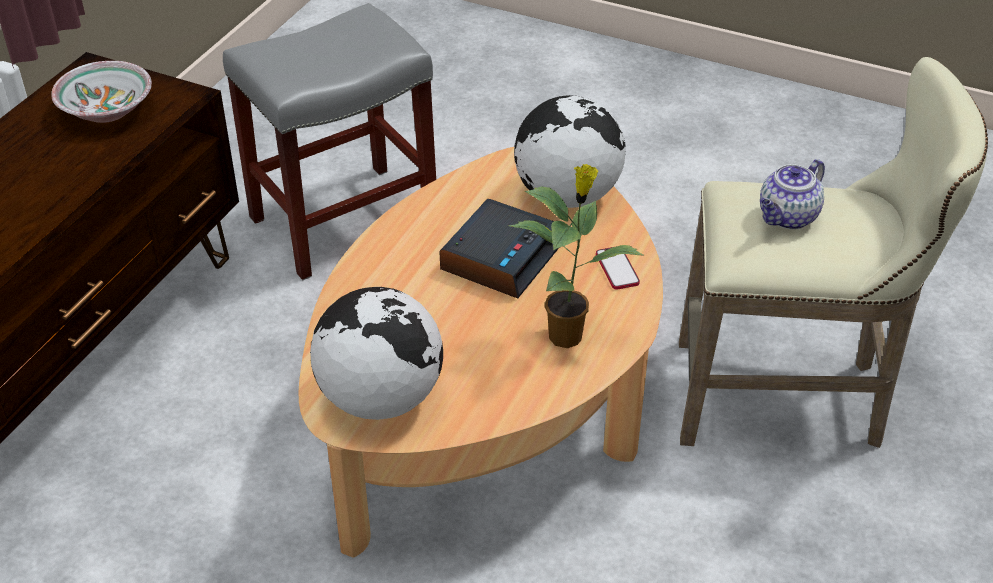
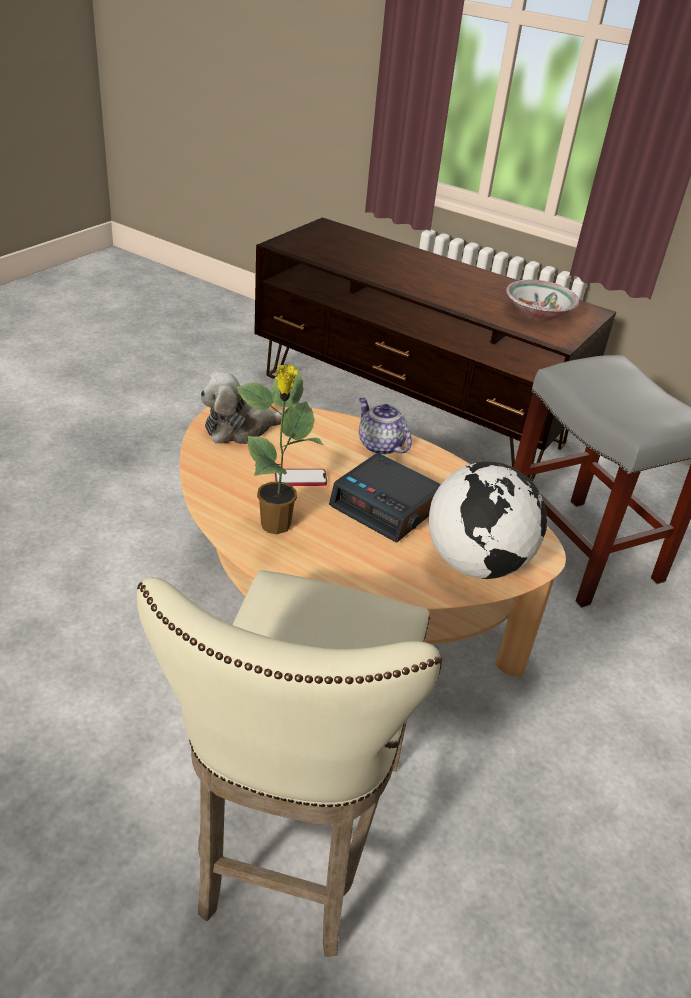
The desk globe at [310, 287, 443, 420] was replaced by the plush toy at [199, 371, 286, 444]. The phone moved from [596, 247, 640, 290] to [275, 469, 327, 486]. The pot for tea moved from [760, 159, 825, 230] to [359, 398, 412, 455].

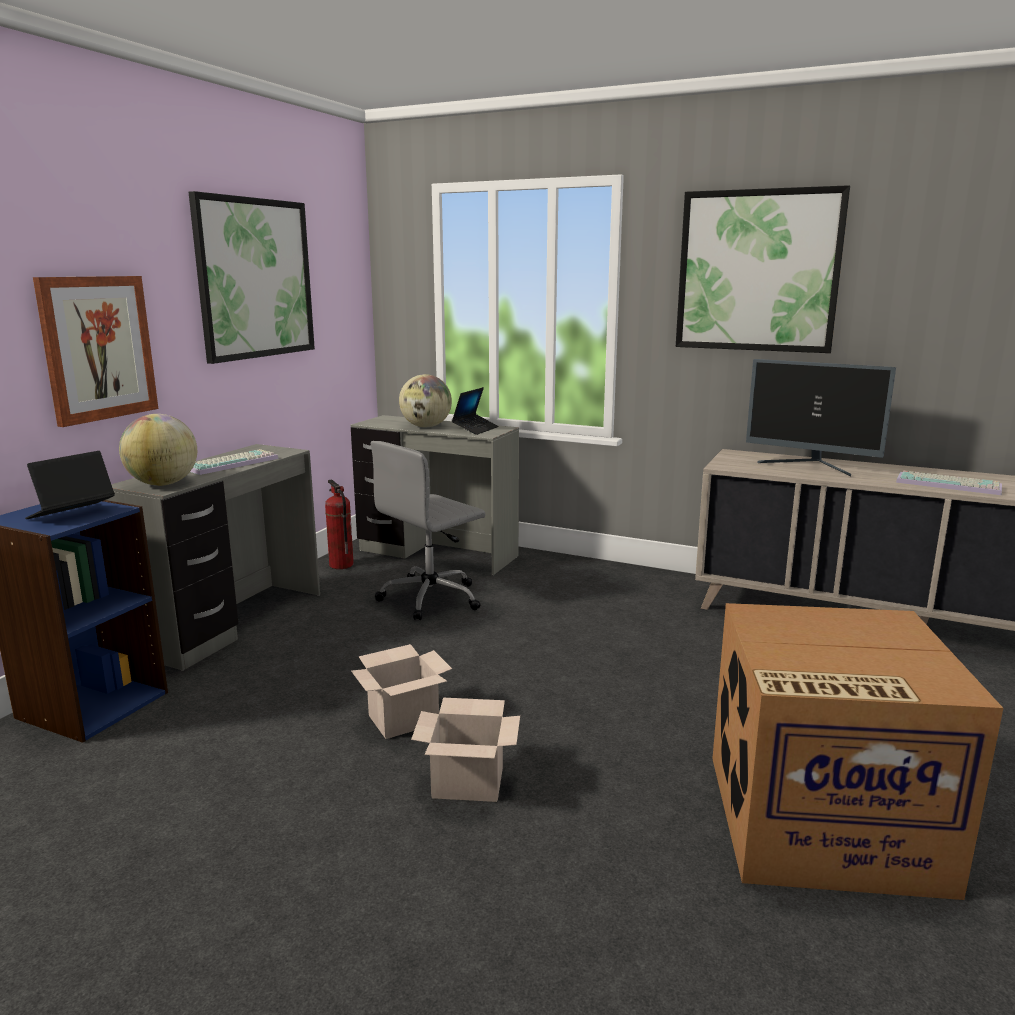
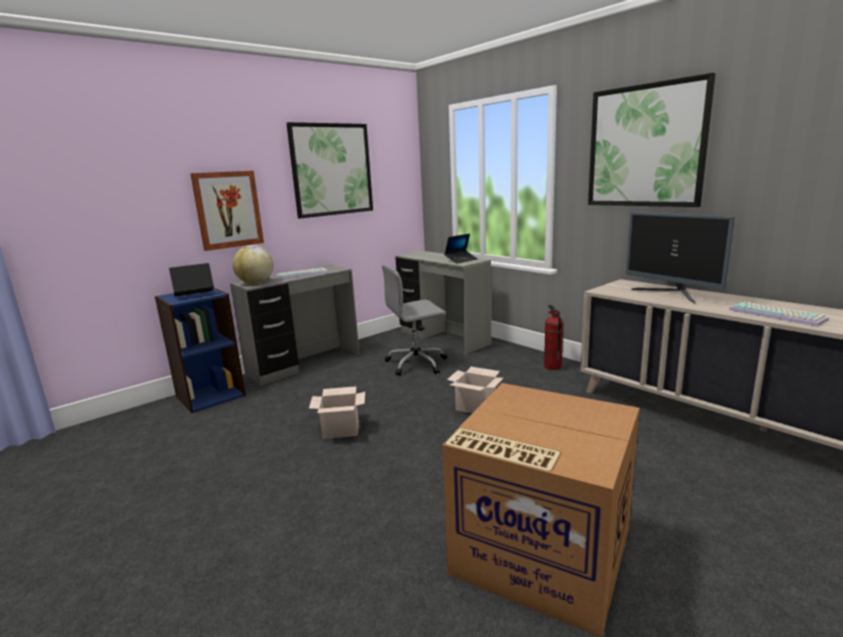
The fire-fighting cylinder moved from [325, 480, 354, 569] to [544, 305, 564, 370]. The desk globe at [399, 374, 452, 427] disappeared. The carton moved from [411, 698, 520, 802] to [447, 367, 503, 413].

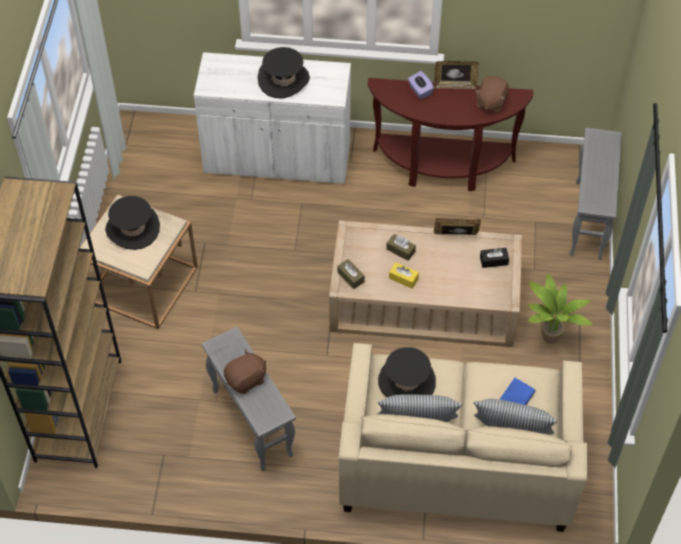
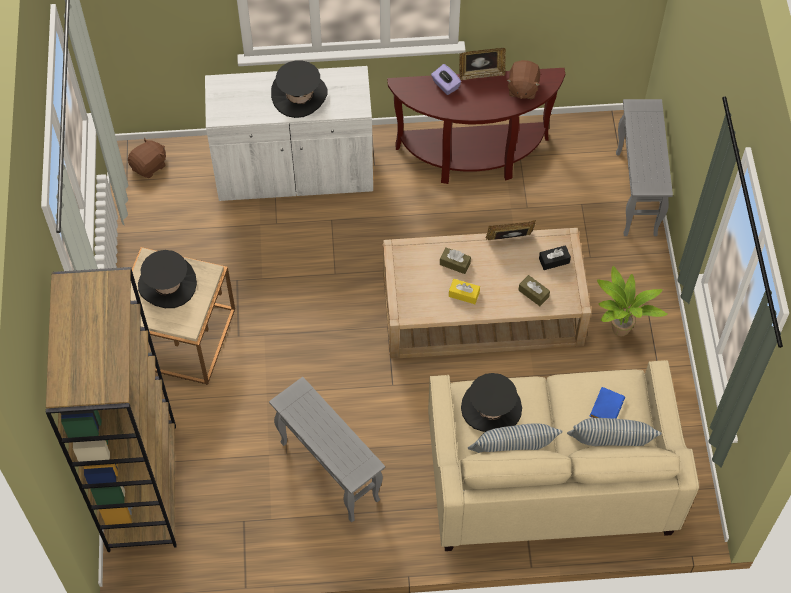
The plush toy/brown-coloured moved from [224, 349, 266, 394] to [128, 137, 166, 178]. The tissue box/brown-coloured moved from [337, 259, 365, 289] to [518, 275, 550, 306].

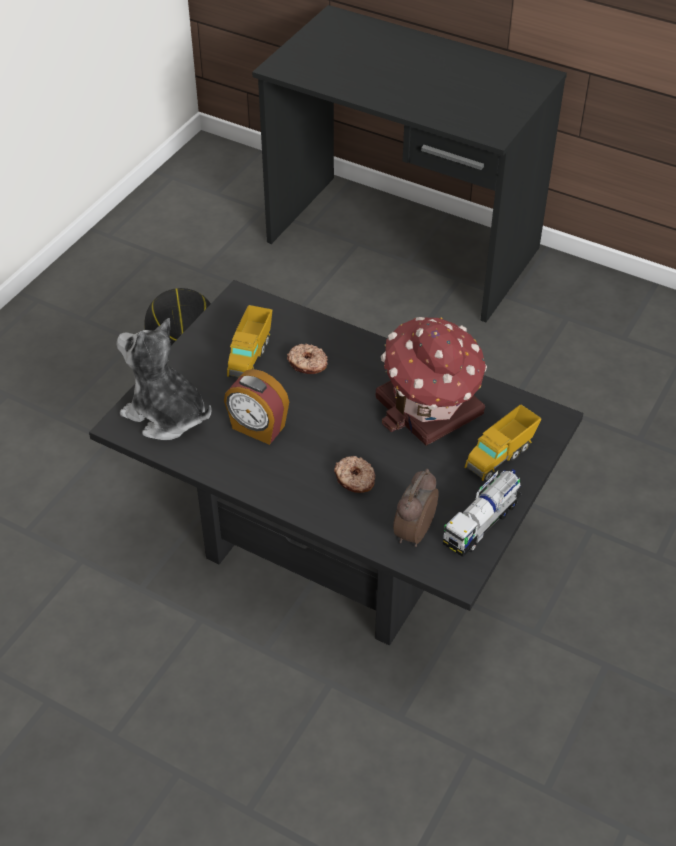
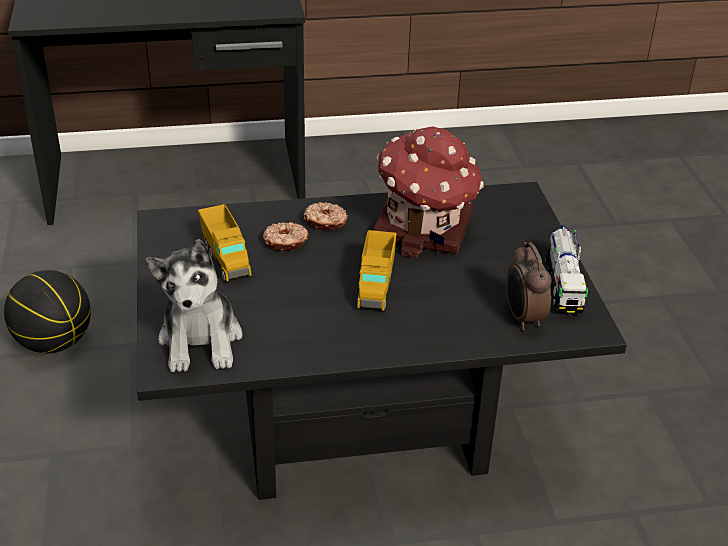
The plush toy at [116, 318, 212, 440] turned 90 degrees counterclockwise. The alarm clock at [224, 369, 289, 445] disappeared. The doughnut moved from [334, 456, 375, 493] to [304, 202, 348, 230]. The model truck moved from [464, 404, 542, 482] to [357, 230, 397, 312].

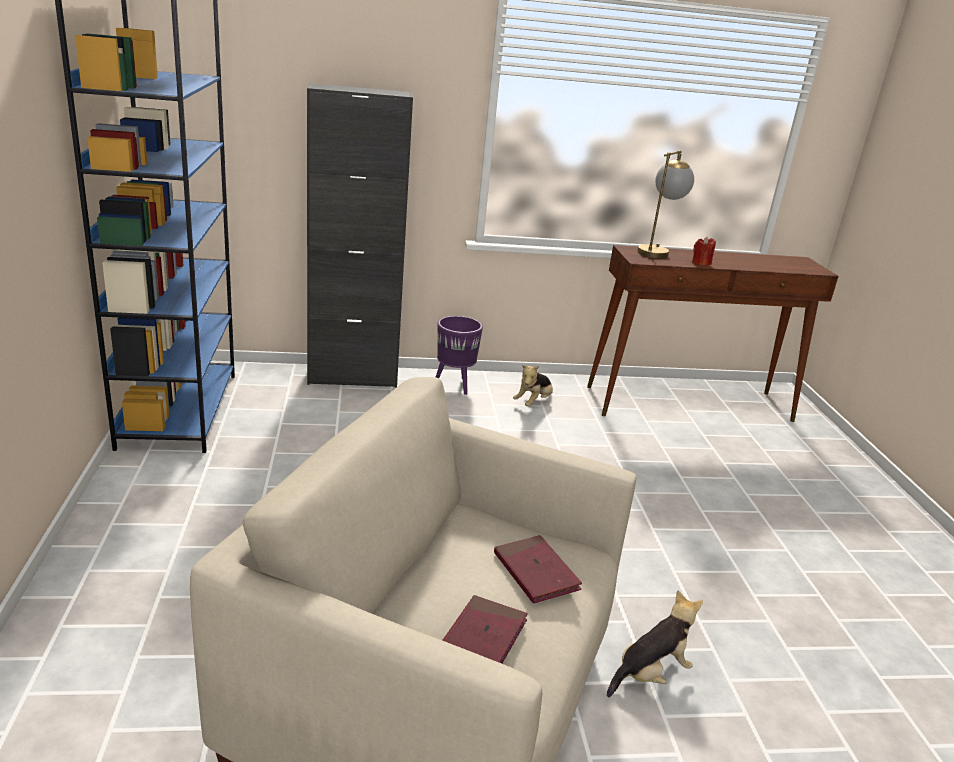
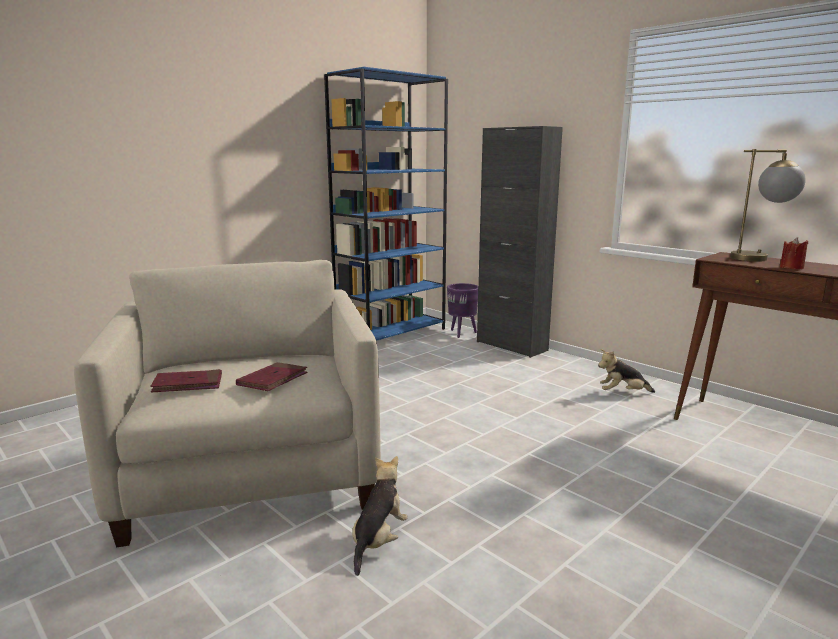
The plant pot/purple-coloured moved from [436, 316, 483, 395] to [447, 283, 478, 338]. The plush toy at [607, 590, 703, 697] turned 90 degrees counterclockwise.

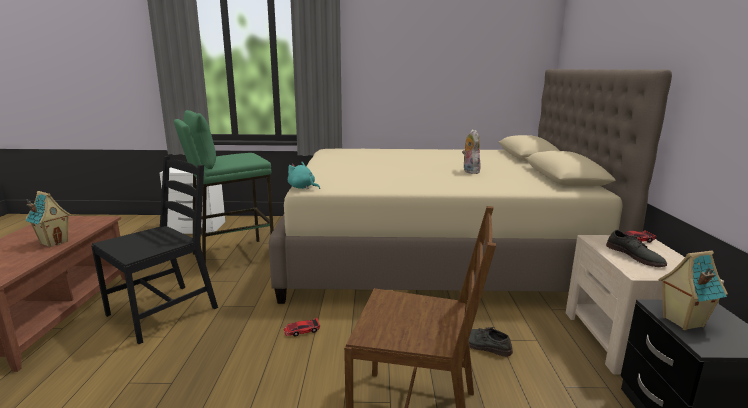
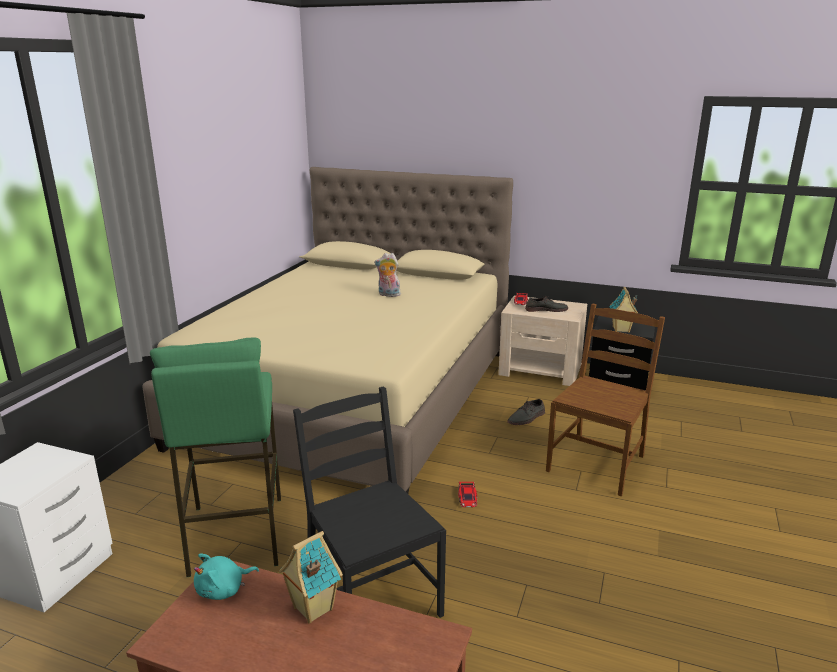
The plush toy/blue-green moved from [288, 162, 320, 189] to [194, 554, 259, 600].

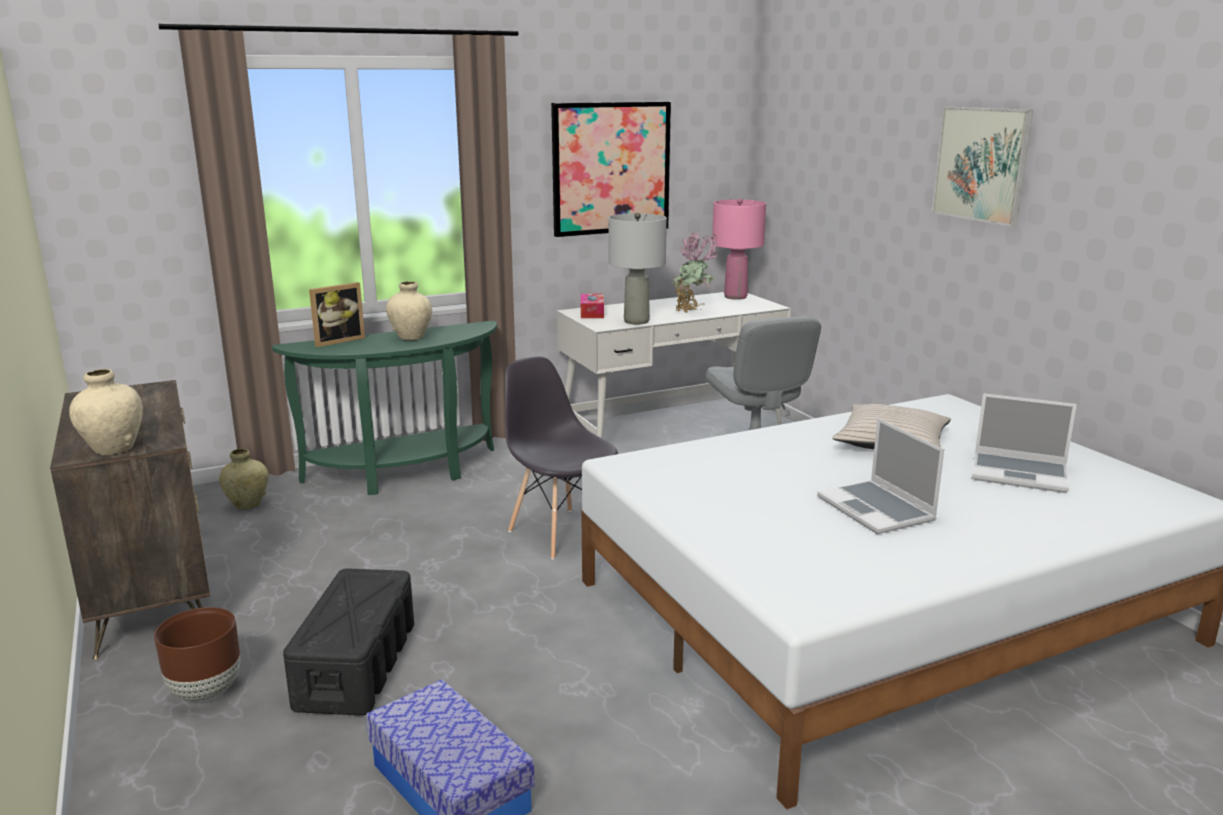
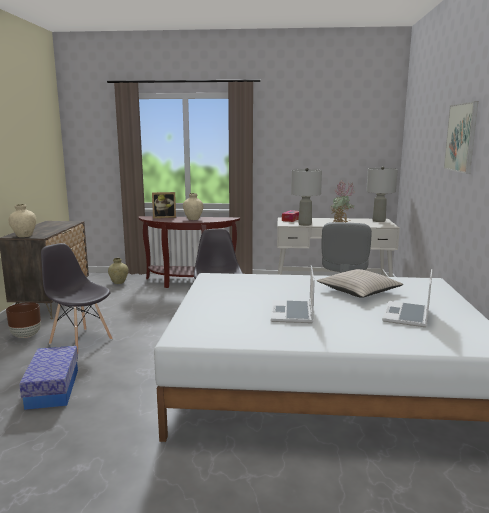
The hall table/green at [272, 320, 497, 495] became the hall table/brown-coloured at [138, 216, 240, 288]. The storage box/black-coloured at [283, 568, 414, 716] was replaced by the upright chair/gray at [41, 243, 113, 353]. The wall art at [551, 101, 671, 237] disappeared. The tabletop lamp/pink-coloured at [712, 199, 766, 300] became the tabletop lamp/gray at [366, 167, 398, 222]. The portable computer at [972, 393, 1077, 493] turned 60 degrees clockwise.

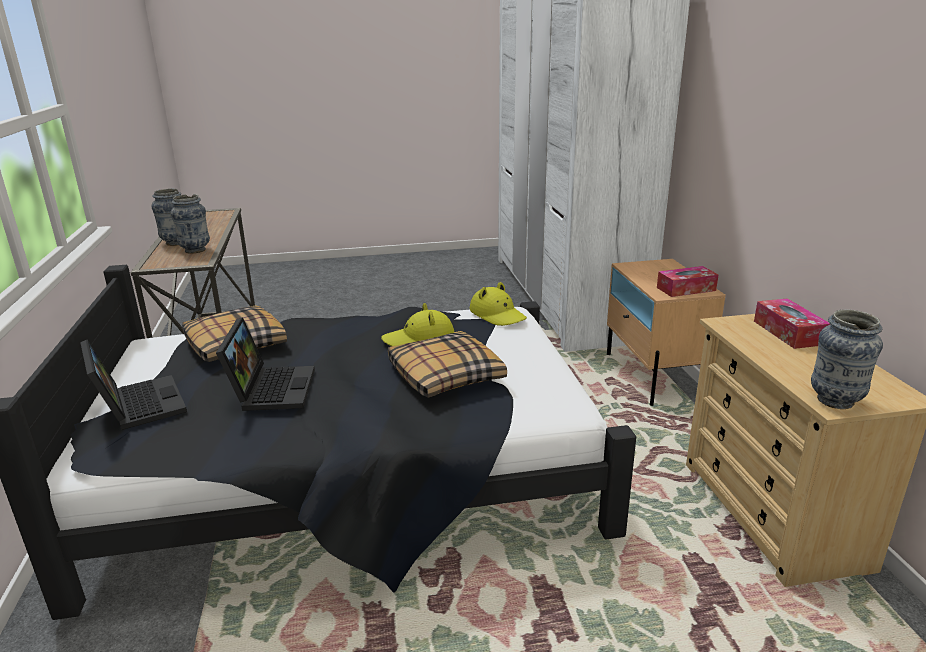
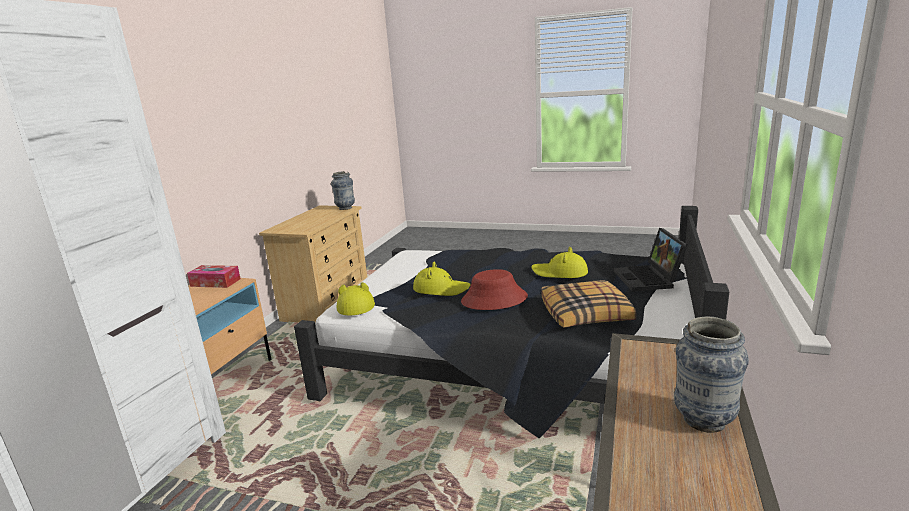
The vase at [171, 194, 210, 254] disappeared. The portable computer at [216, 317, 315, 411] was replaced by the wearable hat/yellowish at [532, 247, 588, 278]. The pillow at [388, 331, 507, 398] disappeared. The tissue box at [754, 298, 830, 349] disappeared. The wearable hat/red at [461, 269, 528, 310] appeared.

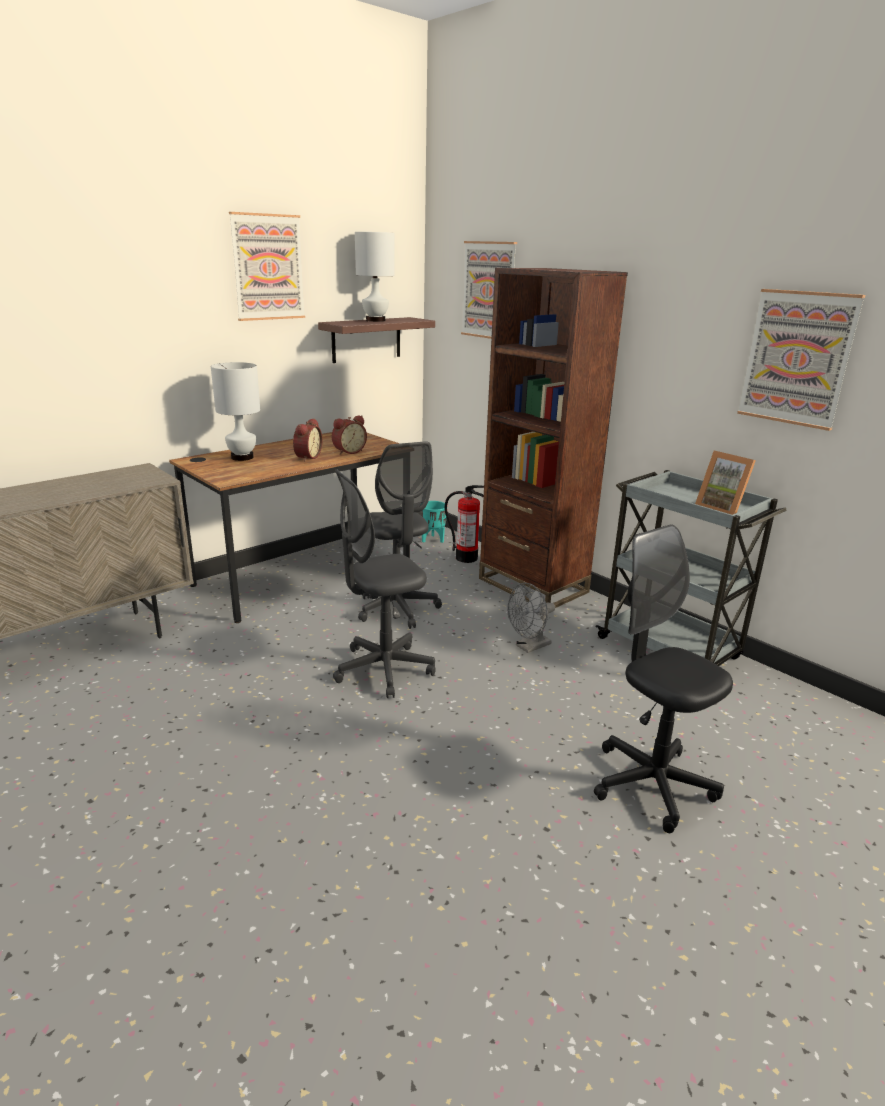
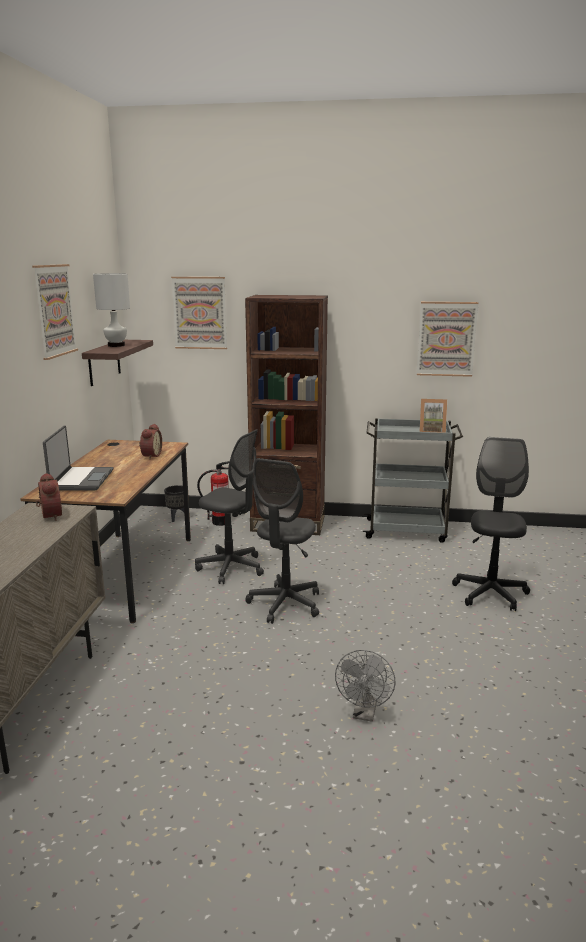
The tabletop lamp/whitish at [211, 362, 260, 461] was replaced by the portable computer at [43, 426, 113, 490]. The alarm clock moved from [293, 418, 322, 461] to [36, 473, 62, 521]. The plant pot/blue-green at [420, 501, 446, 543] became the plant pot/black-coloured at [164, 485, 184, 522]. The cooling fan/gray moved from [507, 583, 555, 653] to [335, 650, 395, 722]. The office chair/black-coloured at [594, 524, 733, 833] turned 90 degrees clockwise.

